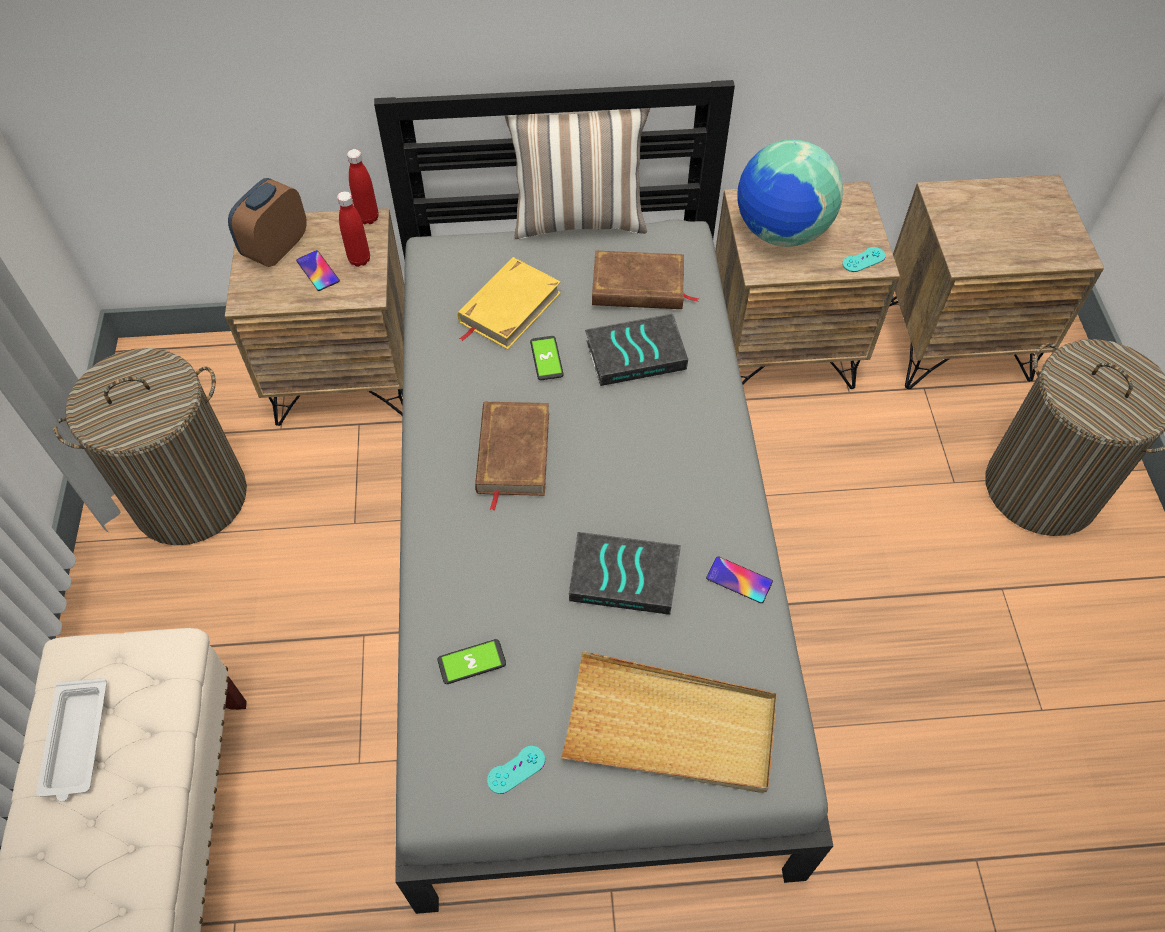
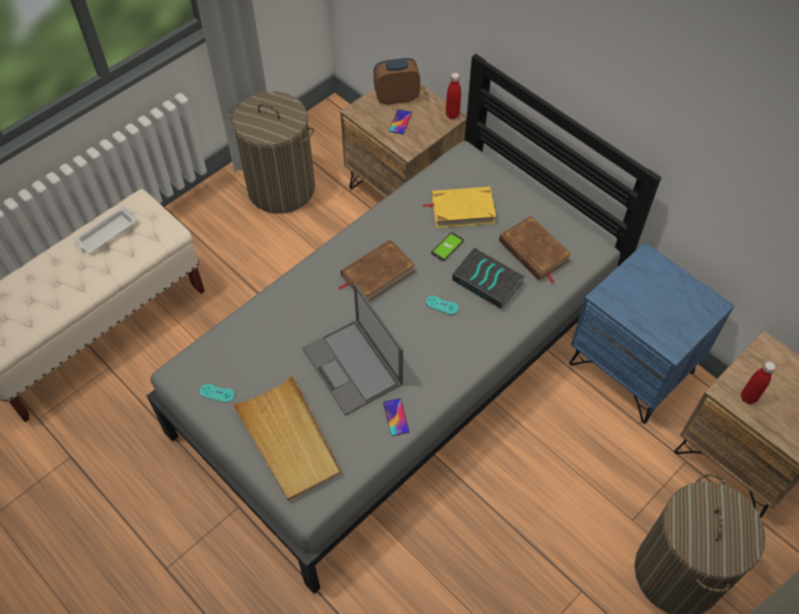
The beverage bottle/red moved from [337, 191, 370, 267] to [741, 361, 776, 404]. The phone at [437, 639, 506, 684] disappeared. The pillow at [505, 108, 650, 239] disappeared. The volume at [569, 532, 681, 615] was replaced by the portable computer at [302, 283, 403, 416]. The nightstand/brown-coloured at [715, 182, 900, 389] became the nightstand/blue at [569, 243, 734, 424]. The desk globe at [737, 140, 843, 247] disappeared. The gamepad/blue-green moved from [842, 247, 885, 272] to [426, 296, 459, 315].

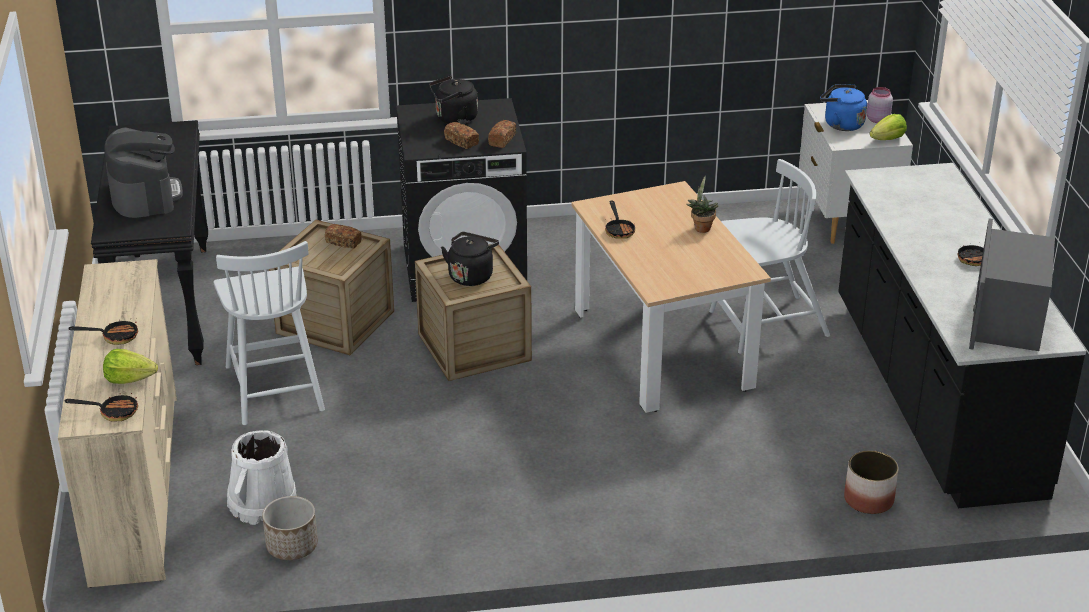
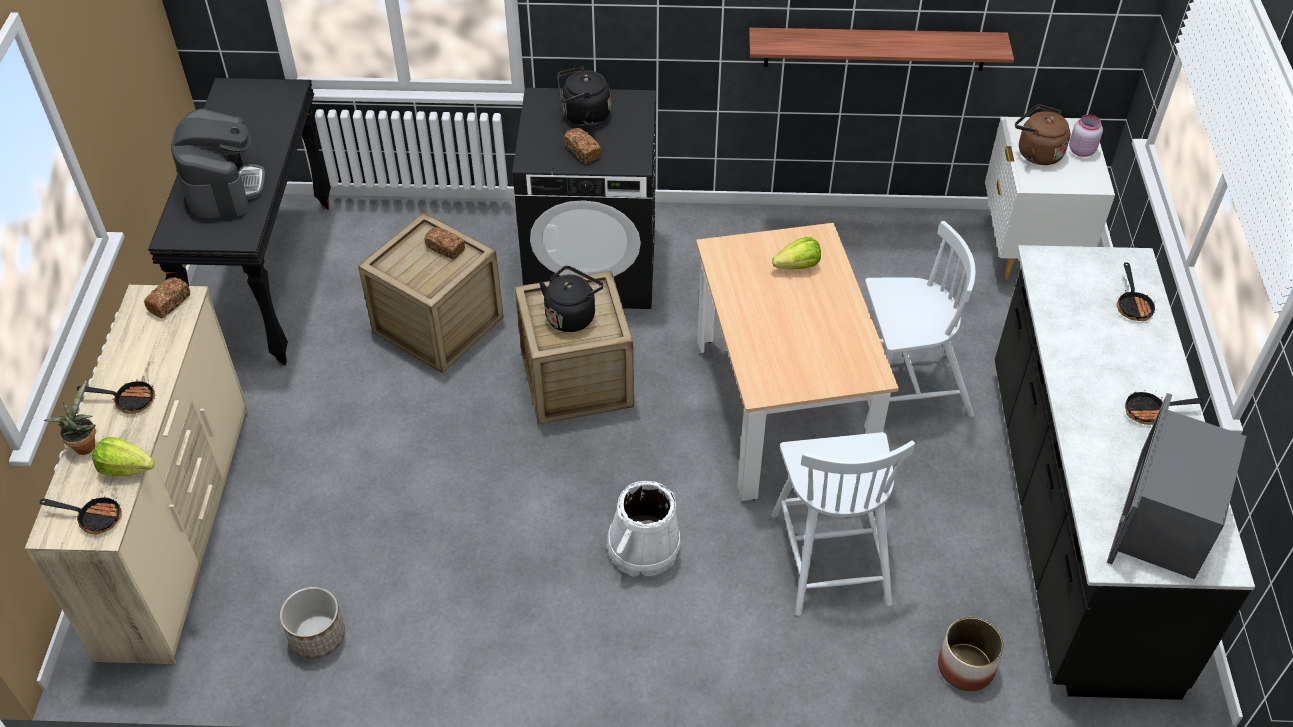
The upright chair/whitish moved from [214, 241, 325, 425] to [771, 432, 915, 616]. The pail/whitish moved from [227, 430, 296, 525] to [606, 481, 681, 577]. The baked bread moved from [488, 120, 516, 148] to [144, 277, 190, 318]. The frying pan moved from [605, 201, 635, 239] to [1117, 262, 1157, 321]. The houseplant moved from [686, 176, 718, 233] to [43, 381, 96, 455]. The water kettle/blue at [820, 84, 867, 131] became the water kettle/brown-coloured at [1015, 104, 1070, 165]. The lettuce moved from [870, 114, 907, 140] to [772, 237, 821, 270]. The bracket shelf at [749, 28, 1014, 71] appeared.

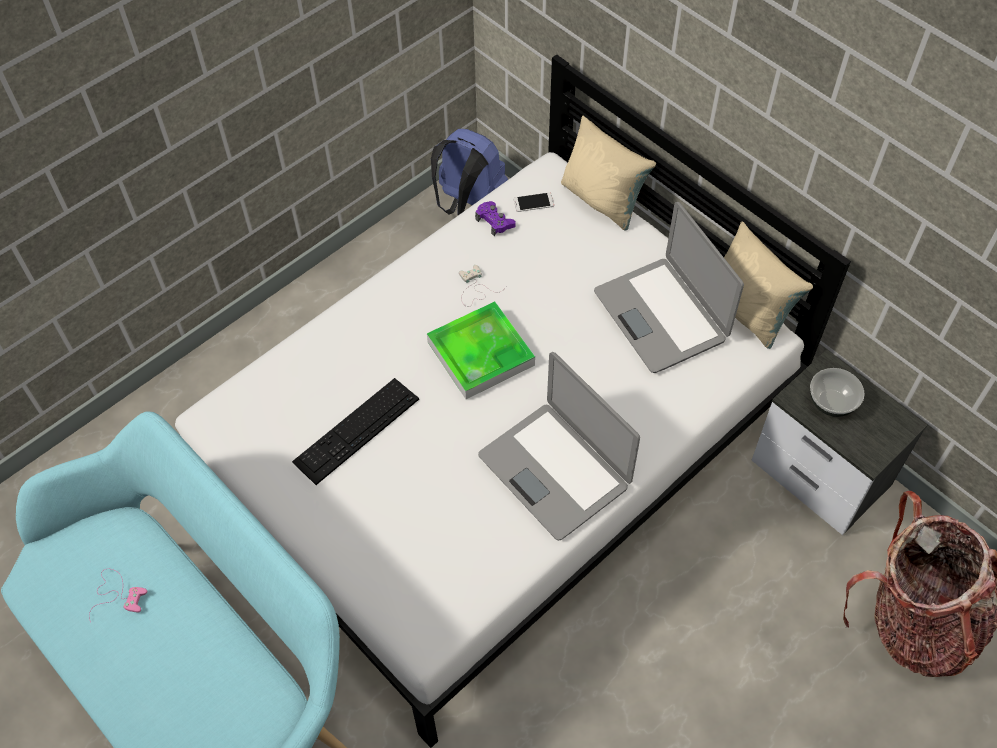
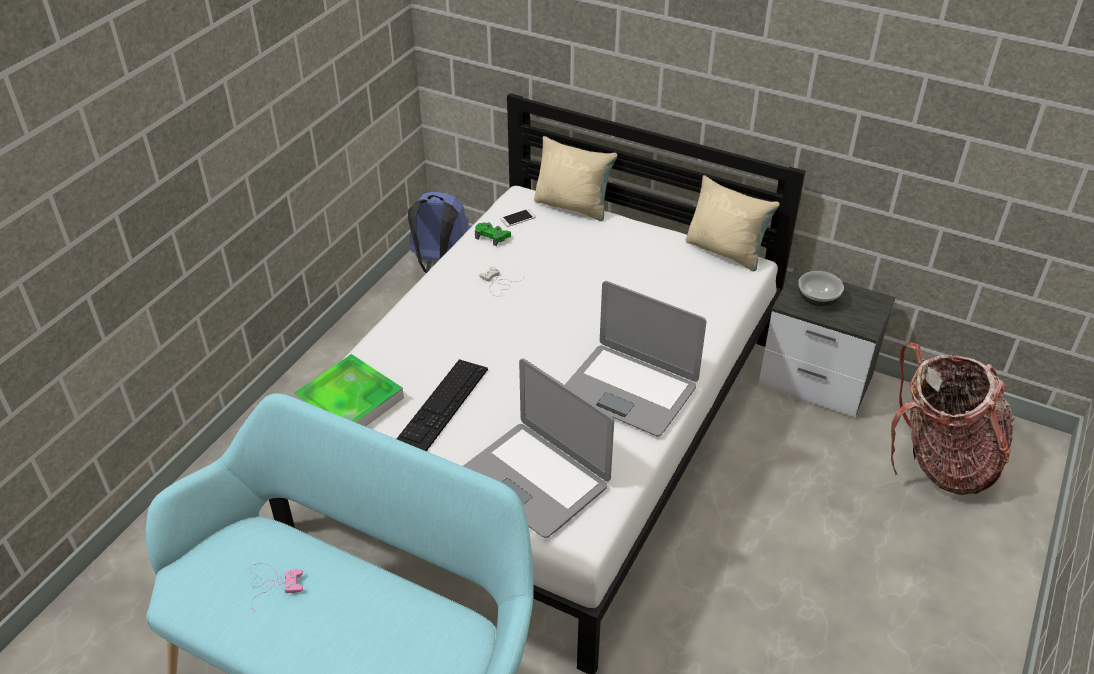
The tray moved from [427, 301, 535, 399] to [294, 354, 404, 427]. The gamepad/purple-coloured at [475, 201, 516, 236] became the gamepad/green at [475, 223, 511, 246]. The portable computer moved from [594, 202, 744, 373] to [463, 359, 614, 538].

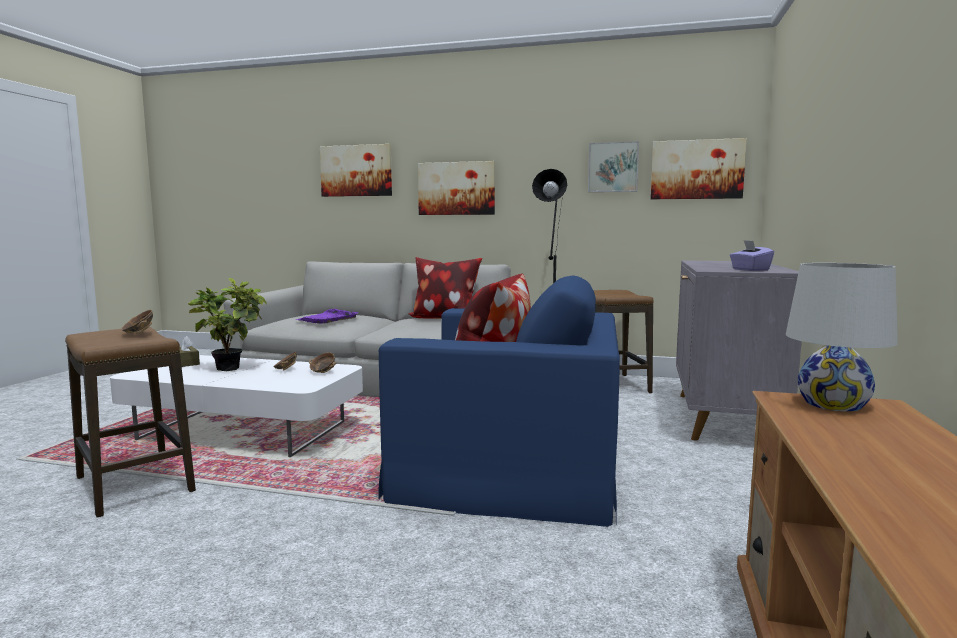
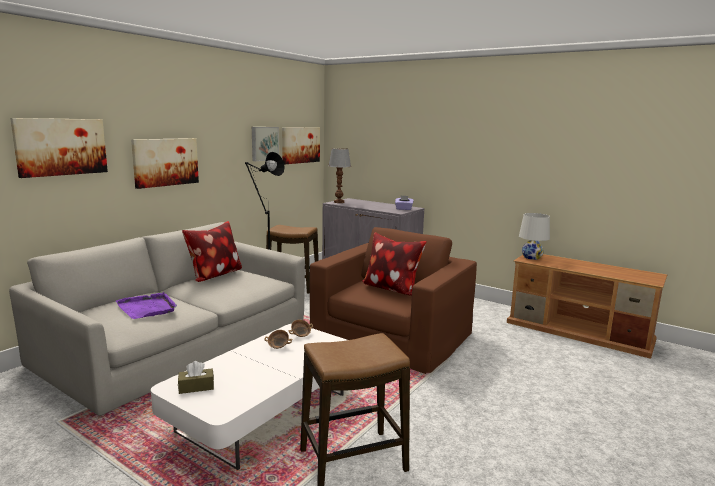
The deep dish at [121, 310, 153, 334] disappeared. The houseplant at [188, 278, 267, 371] disappeared. The lounge chair/blue at [378, 275, 620, 527] became the lounge chair/brown-coloured at [310, 227, 477, 374]. The tabletop lamp at [328, 148, 351, 203] appeared.

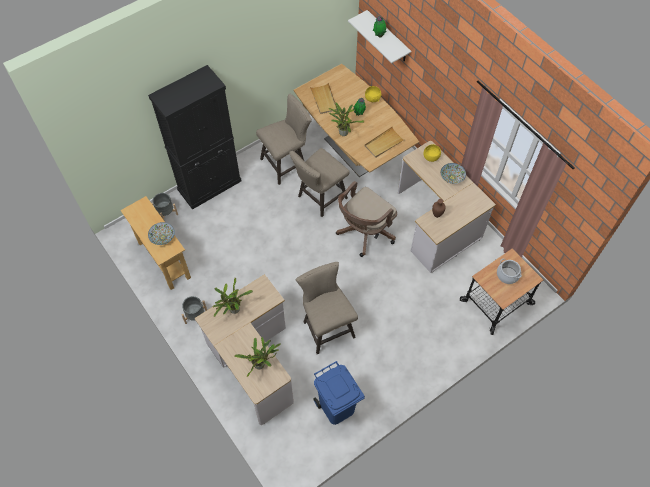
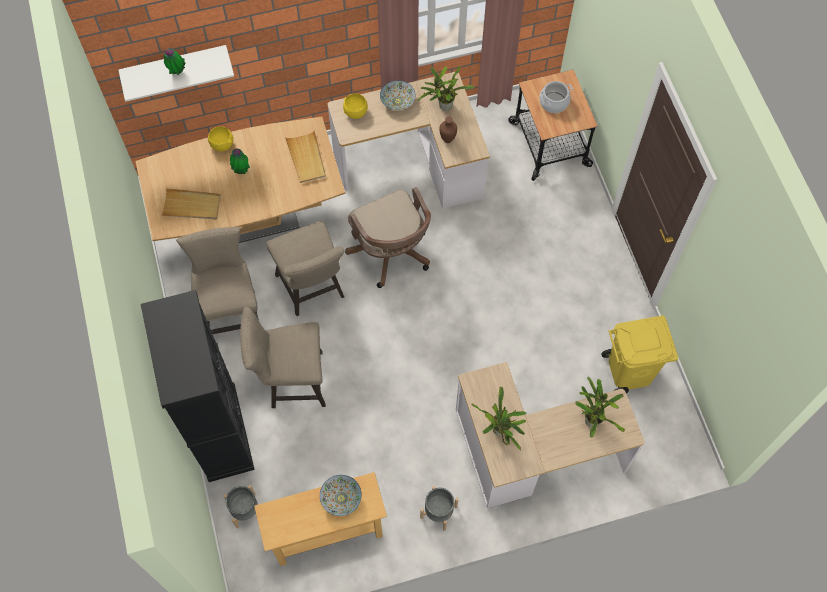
The sitting stool/beige-coloured moved from [296, 262, 358, 354] to [240, 307, 326, 408]. The waste bin/blue at [313, 361, 365, 425] became the waste bin/yellowish at [601, 315, 679, 393]. The houseplant moved from [329, 102, 364, 136] to [418, 66, 474, 111].

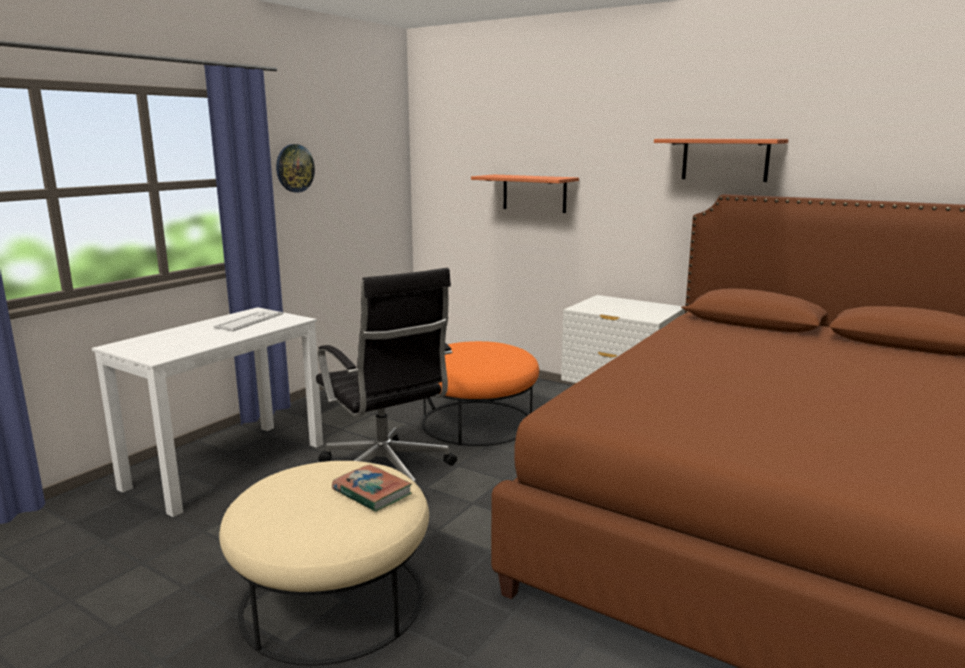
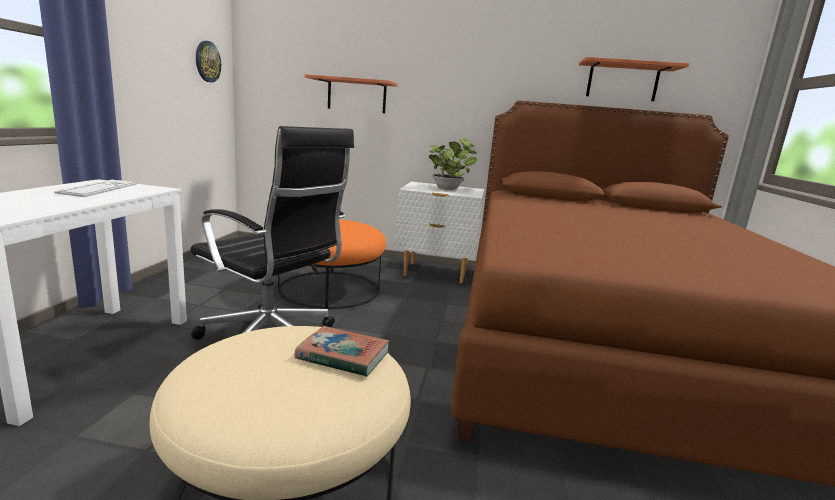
The wall clock moved from [276, 144, 315, 193] to [196, 41, 221, 82]. The bracket shelf moved from [654, 139, 788, 182] to [579, 57, 689, 101]. The houseplant at [429, 138, 477, 190] appeared.

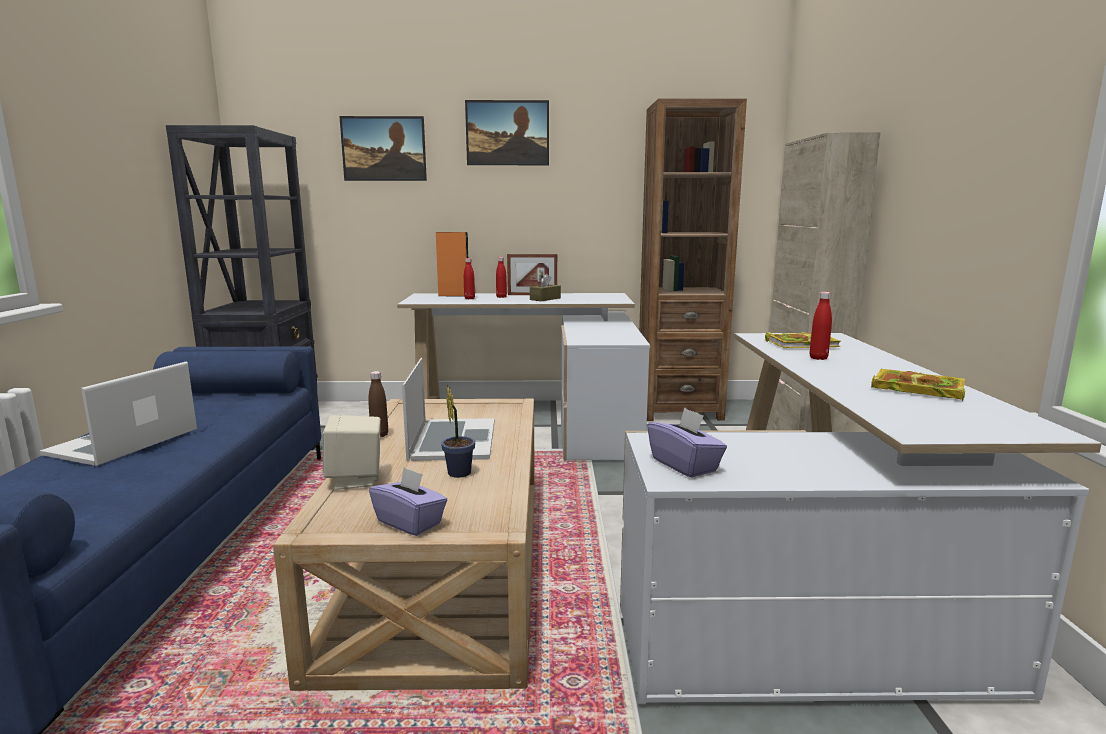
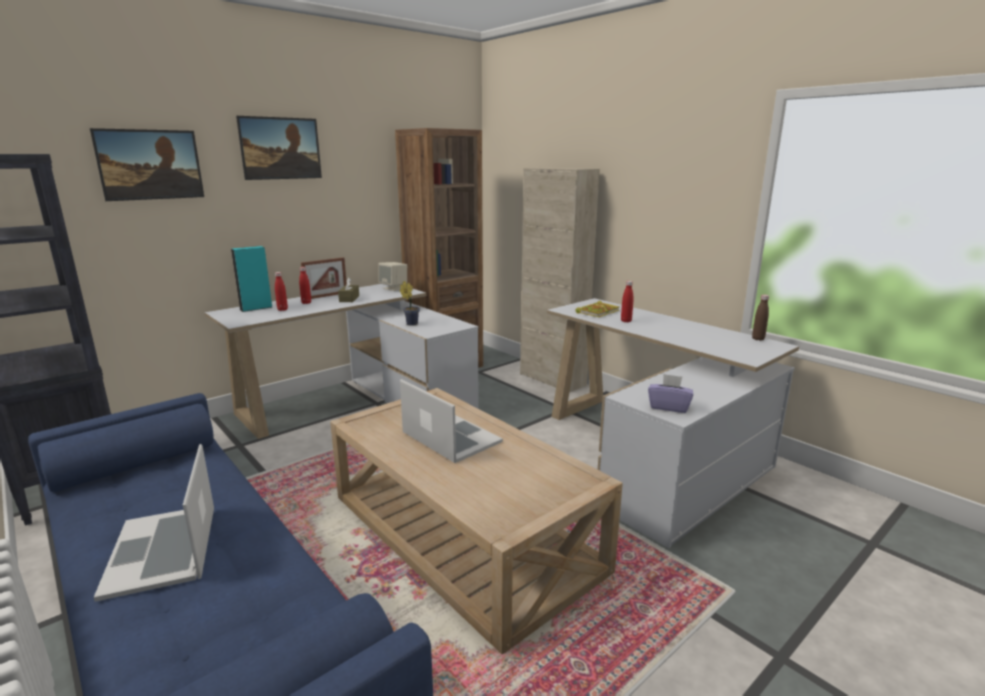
The audio speaker/beige-coloured moved from [323, 415, 381, 490] to [378, 262, 407, 291]. The beverage bottle/brown-coloured moved from [368, 371, 388, 437] to [752, 295, 769, 341]. The tissue box/purple-coloured at [369, 467, 447, 536] disappeared. The audio speaker/orange at [436, 232, 469, 297] became the audio speaker/blue-green at [231, 246, 272, 312]. The houseplant moved from [441, 384, 475, 478] to [400, 281, 420, 326]. The volume at [871, 369, 965, 401] disappeared.

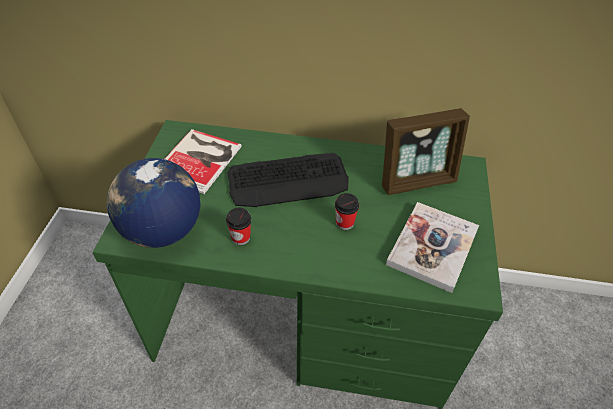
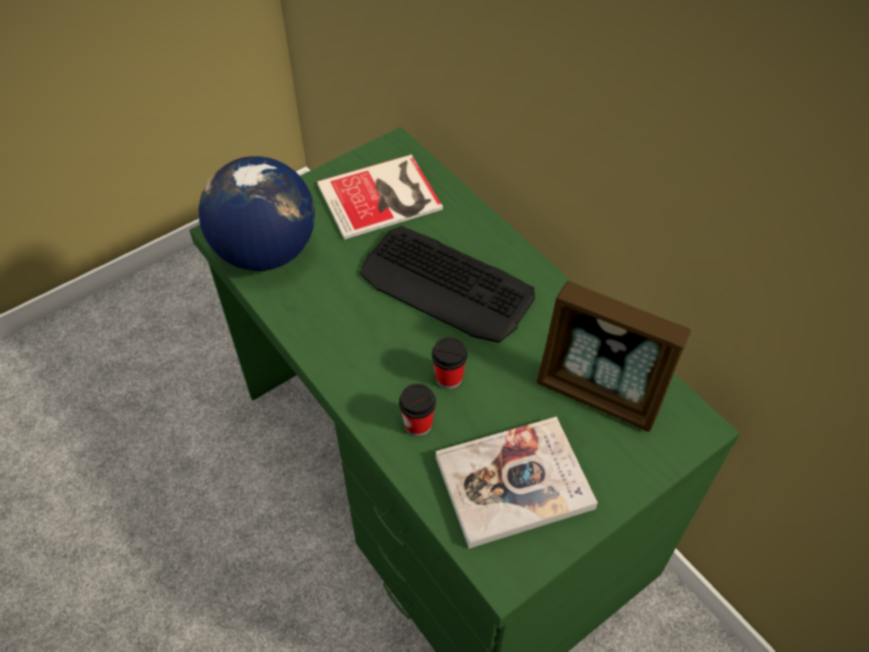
The cup moved from [226, 208, 251, 245] to [399, 384, 436, 436].

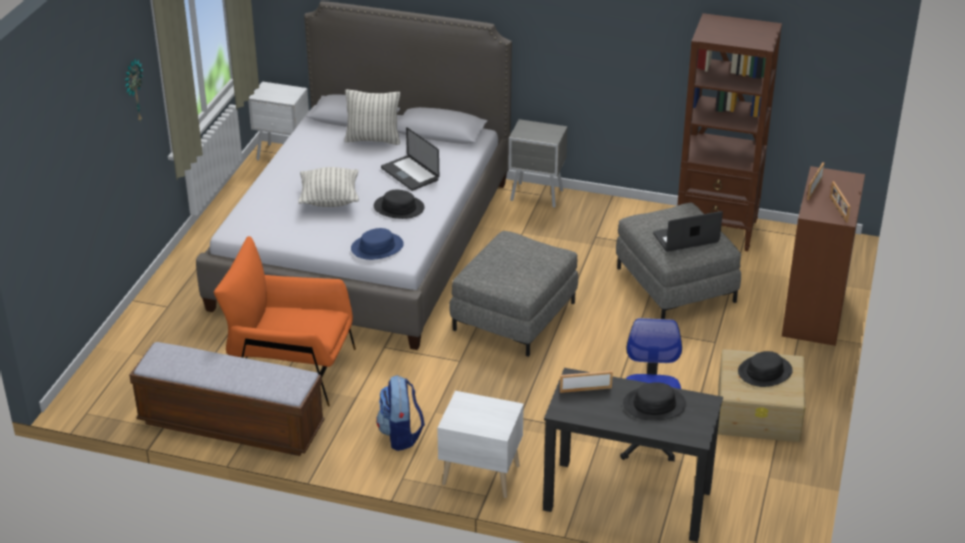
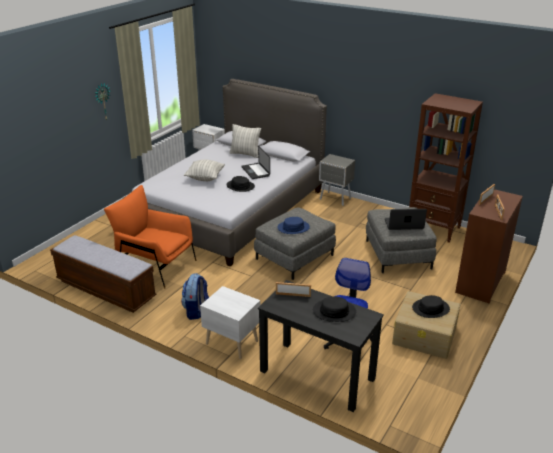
The wearable hat/blue moved from [351, 228, 404, 260] to [277, 217, 310, 234].

